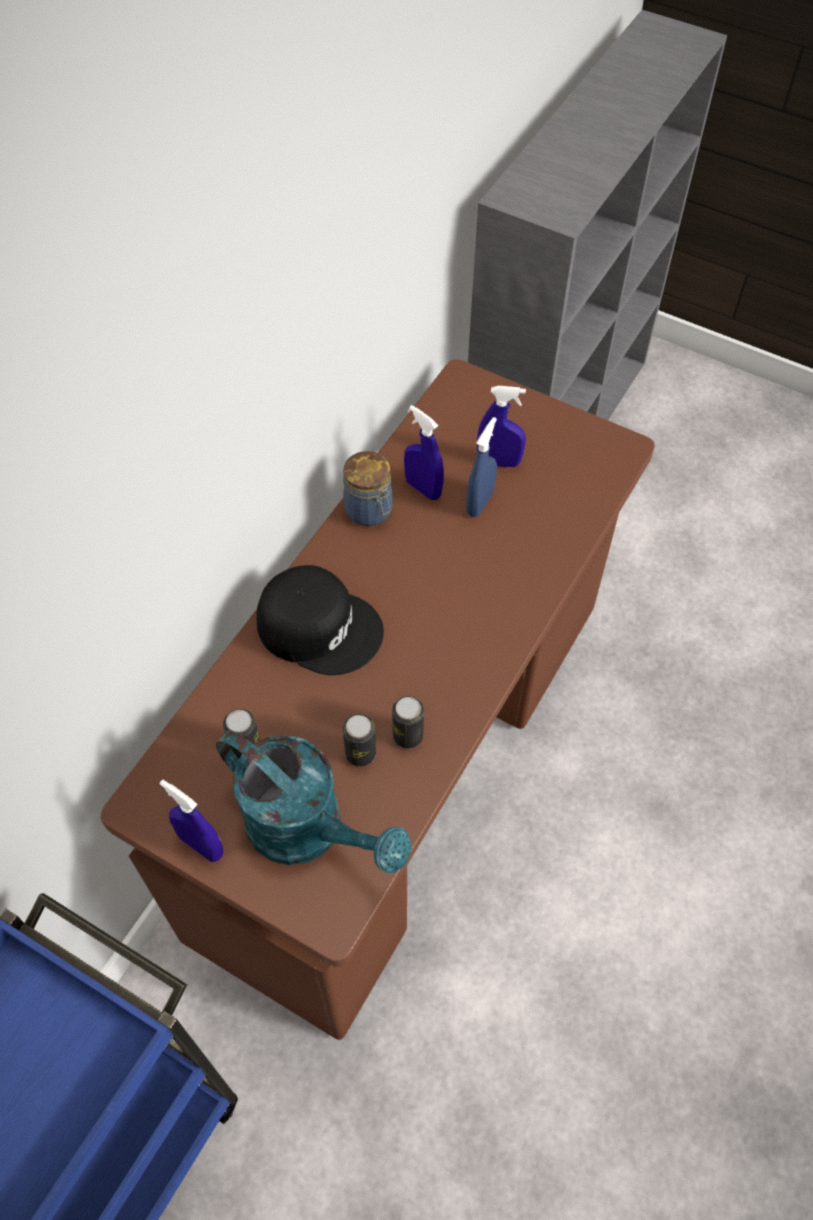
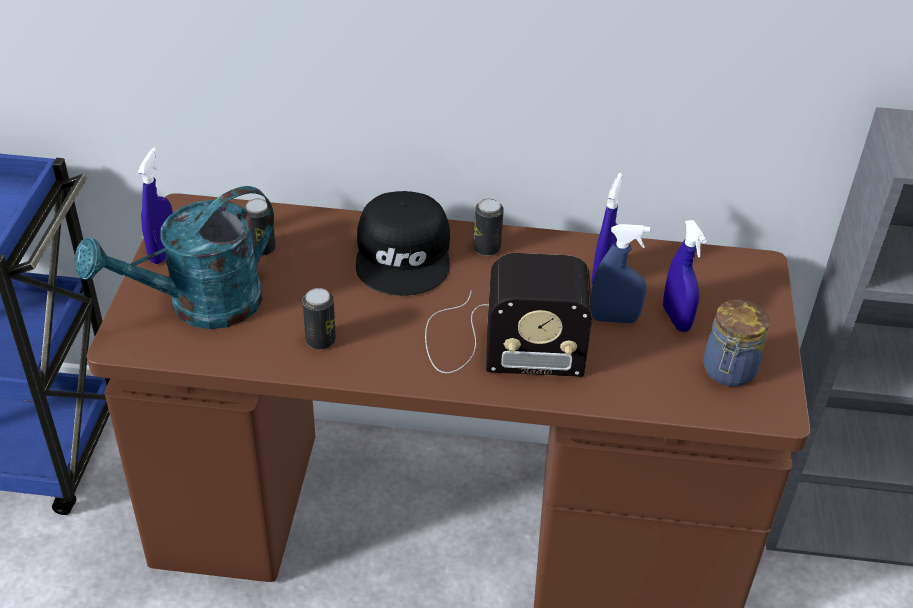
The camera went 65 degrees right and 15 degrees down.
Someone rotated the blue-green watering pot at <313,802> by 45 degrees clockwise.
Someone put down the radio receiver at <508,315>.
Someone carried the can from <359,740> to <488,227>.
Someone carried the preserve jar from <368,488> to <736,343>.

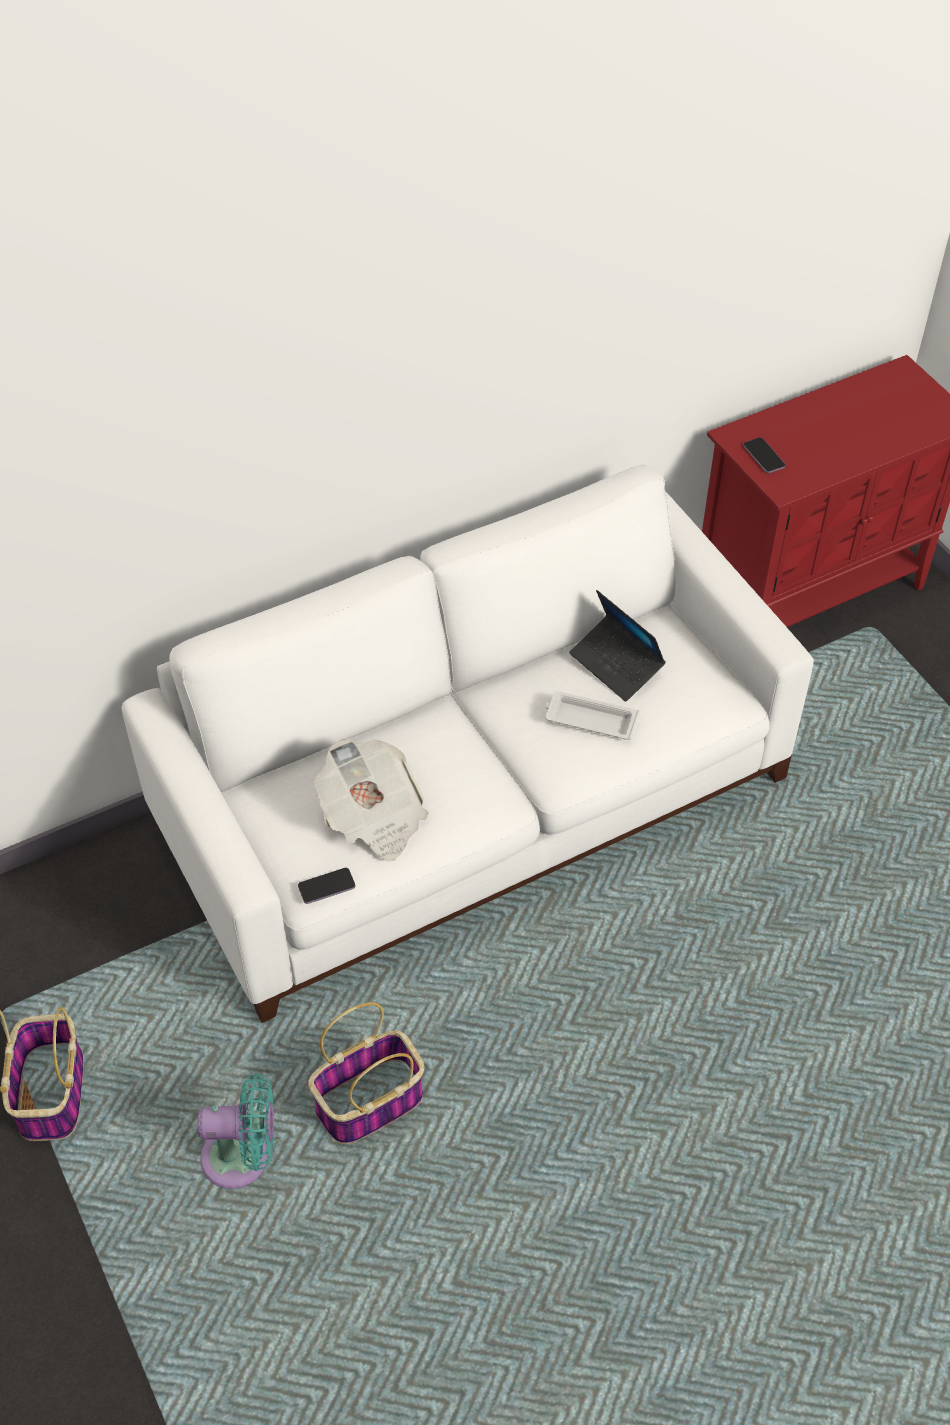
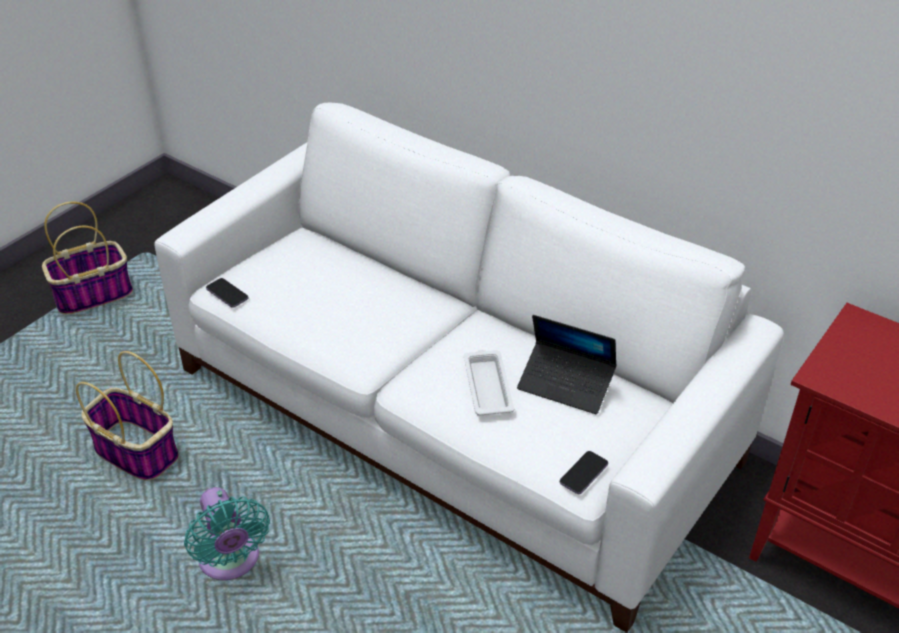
The camera went 65 degrees right and 10 degrees down.
Someone carried the blue-green electric fan from <236,1131> to <227,533>.
Someone rotated the laptop at <617,646> by 90 degrees counterclockwise.
Someone carried the handset from <764,455> to <584,472>.
Someone took away the printed paper at <371,800>.

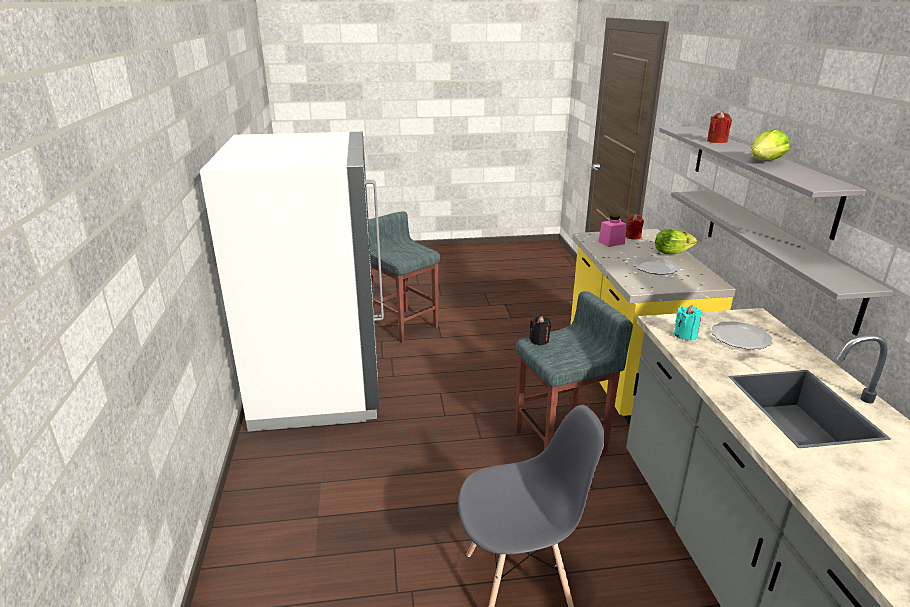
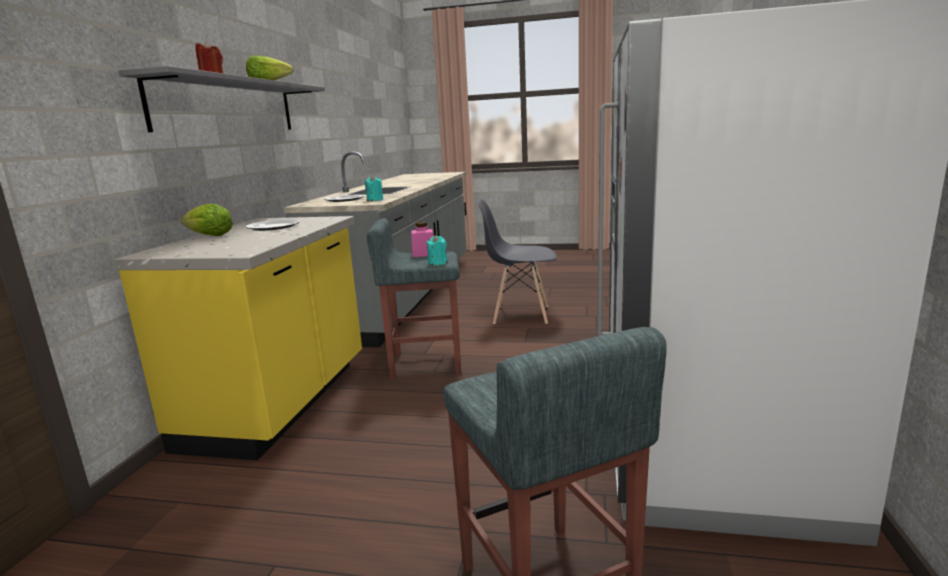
The camera went 160 degrees left and 10 degrees down.
Someone carried the pinkish preserve jar from <612,230> to <422,239>.
Someone repainted the blackish wax light at <540,330>, which became the blue-green wax light at <436,251>.
Someone took away the red wax light at <635,226>.
Someone took away the gray shelf at <782,263>.

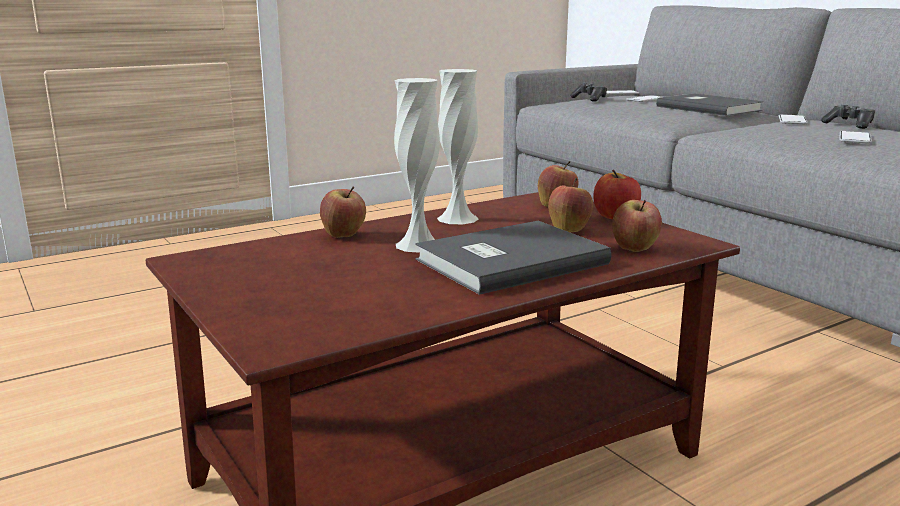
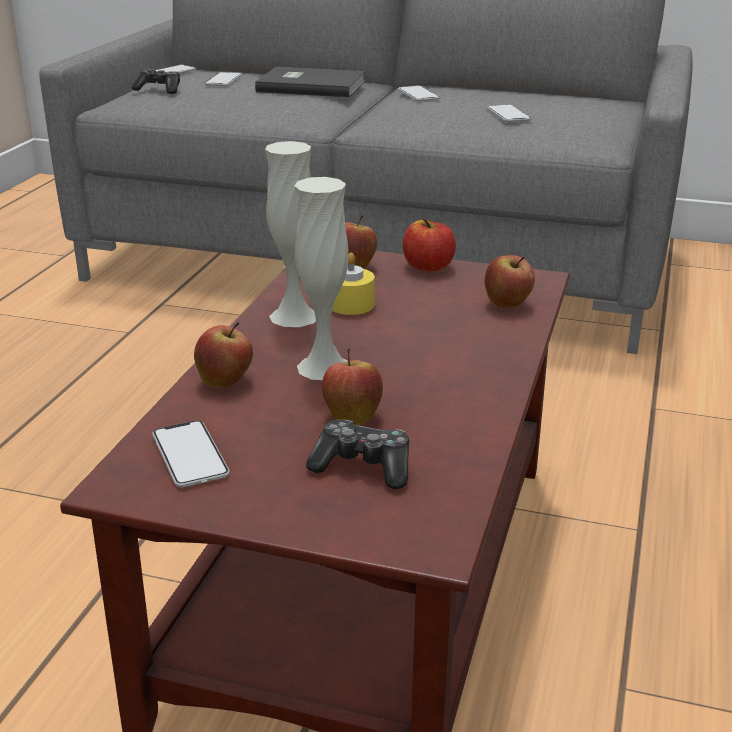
The camera went 40 degrees left and 10 degrees up.
Someone put down the handset at <191,453>.
Someone carried the gamepad from <848,116> to <357,454>.
Someone carried the apple from <570,205> to <352,386>.
Someone put down the yellowish wax light at <353,284>.
Someone took away the gray bound book at <513,258>.

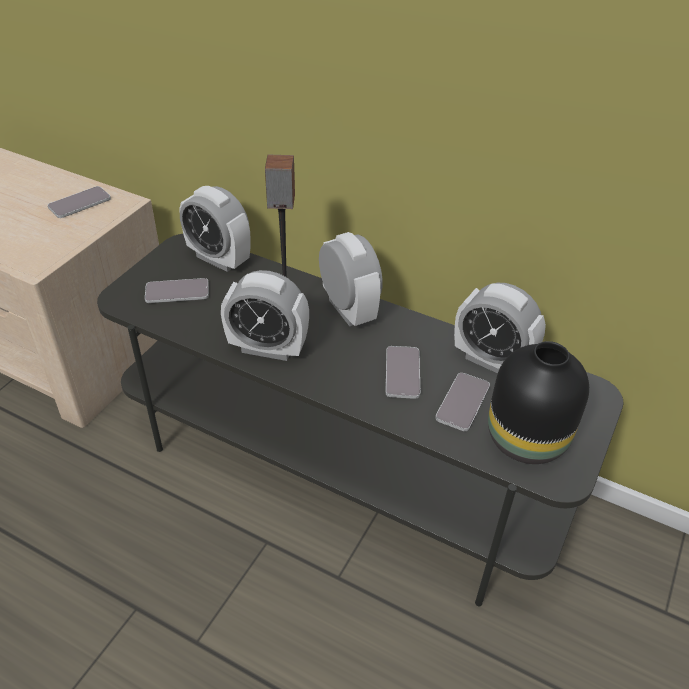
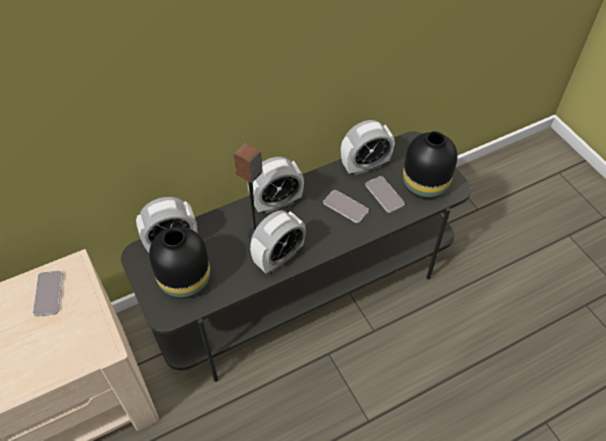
The camera went 55 degrees left and 10 degrees up.
Someone swapped the handset at <177,290> for the blackish flower vase at <179,262>.
Someone rotated the alarm clock at <351,279> by 150 degrees clockwise.

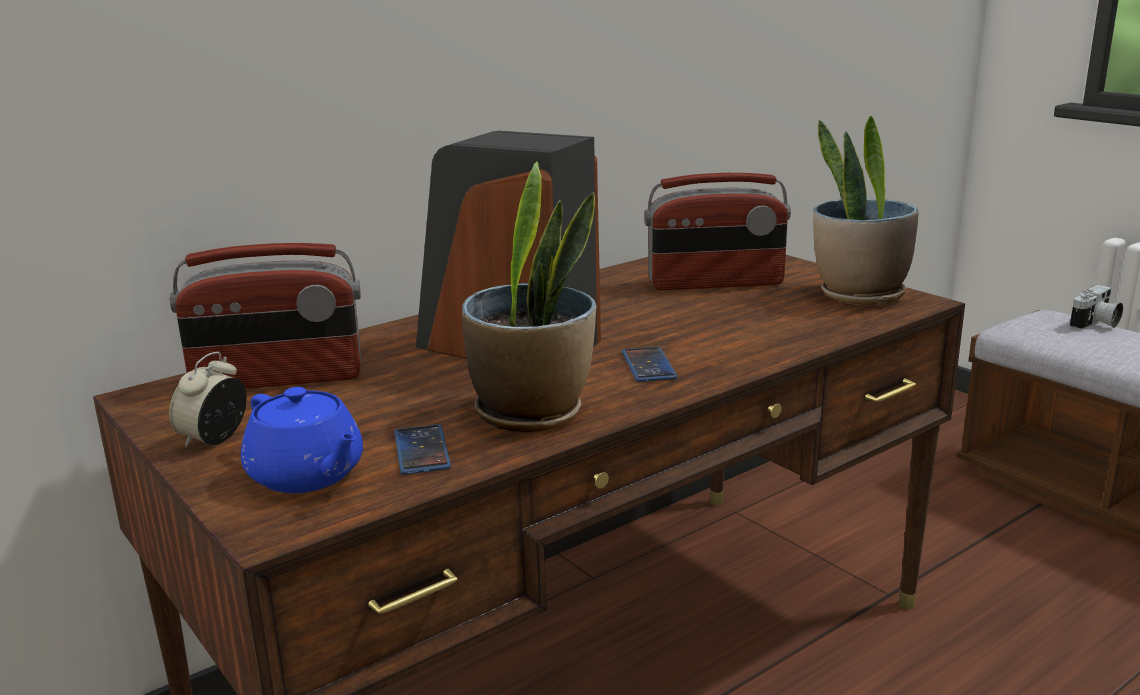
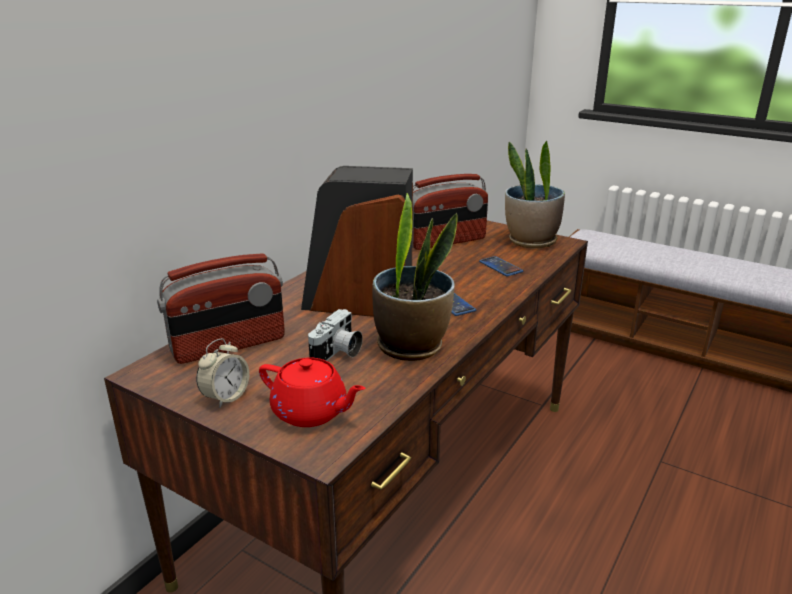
The camera went 20 degrees left and 5 degrees up.
Someone rotated the alarm clock at <208,399> by 150 degrees counterclockwise.
Someone repainted the bluish teapot at <302,440>, which became the red teapot at <312,392>.
Someone carried the photo camera from <1096,307> to <335,335>.
Someone carried the handset from <422,449> to <501,266>.

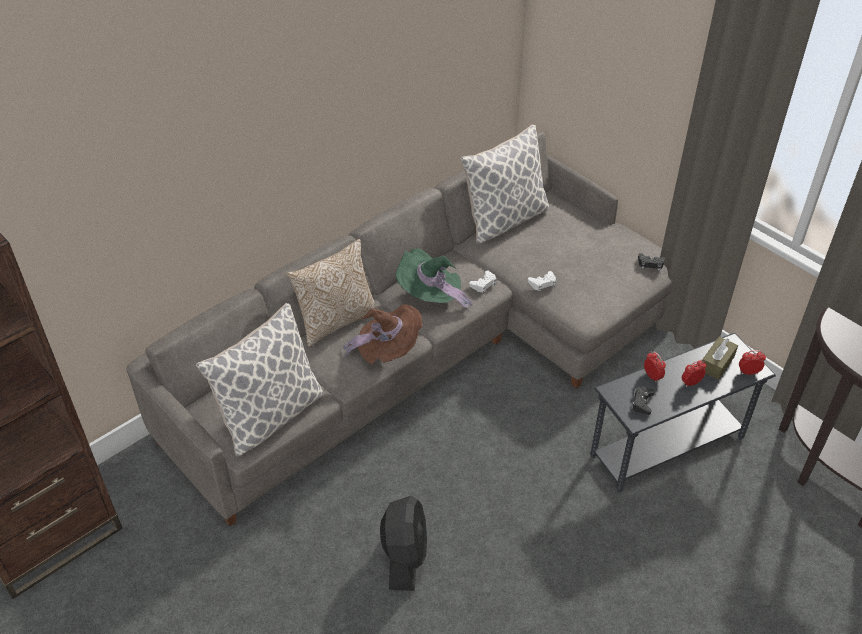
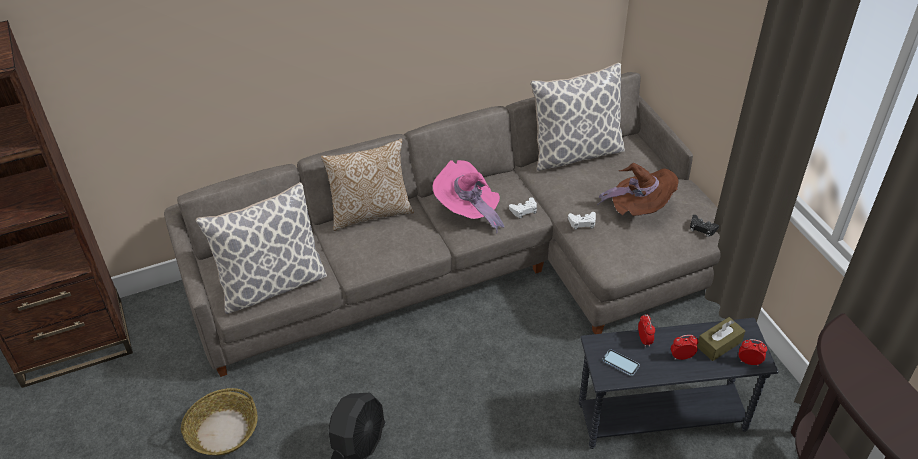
The camera went 20 degrees right and 0 degrees up.
Someone put down the household basket at <219,421>.
Someone repainted the green-coloured wearable hat at <434,280>, which became the pinkish wearable hat at <469,197>.
Someone carried the brownish wearable hat from <383,334> to <638,189>.
Someone swapped the blackish gamepad at <643,401> for the handset at <621,362>.

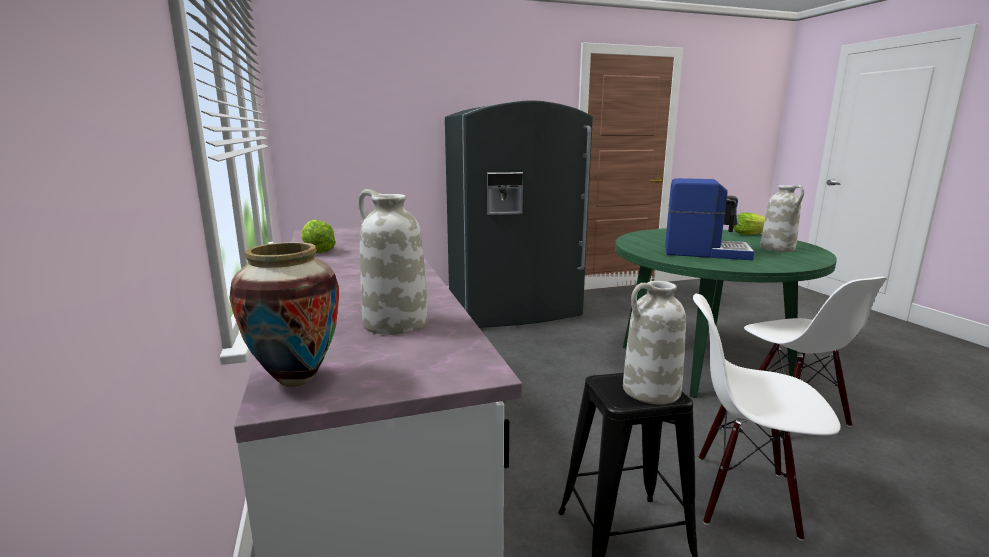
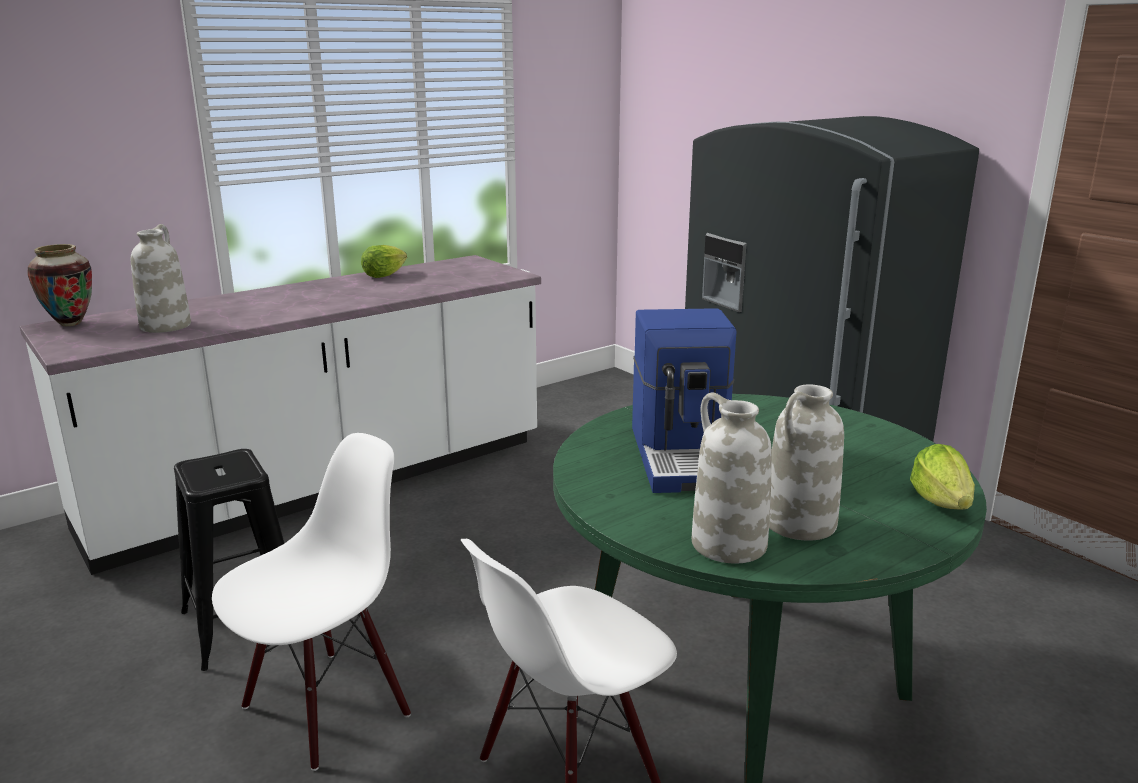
The camera went 70 degrees right and 5 degrees up.
Someone rotated the white-coloured plain chair at <766,417> by 45 degrees clockwise.
Someone carried the white-coloured flower vase from <654,342> to <732,478>.

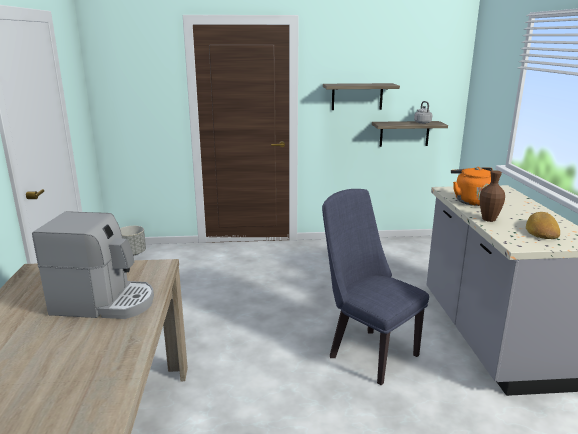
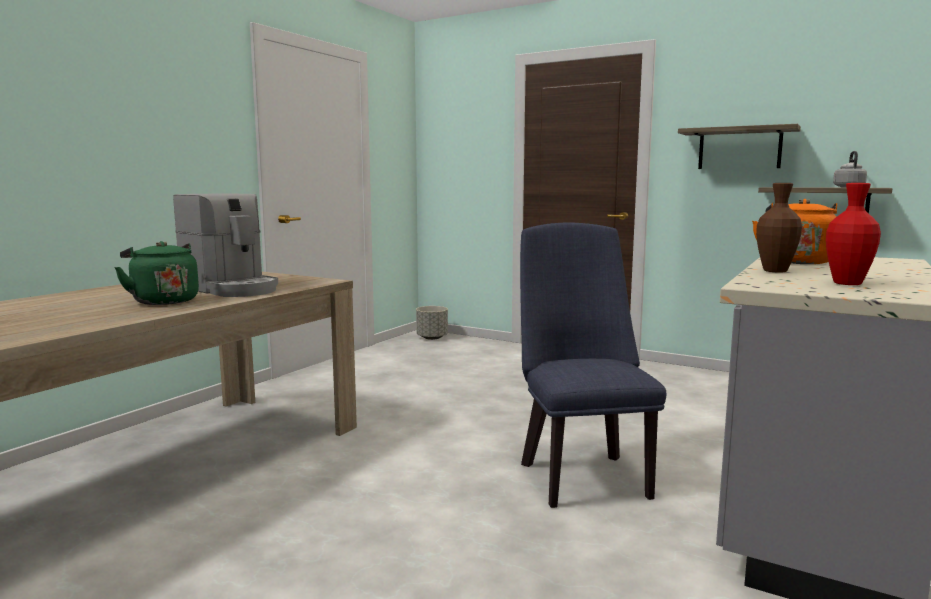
The camera went 35 degrees right and 10 degrees down.
Someone put down the green-coloured kettle at <156,273>.
Someone swapped the bakery bread at <543,225> for the red flower vase at <853,234>.

